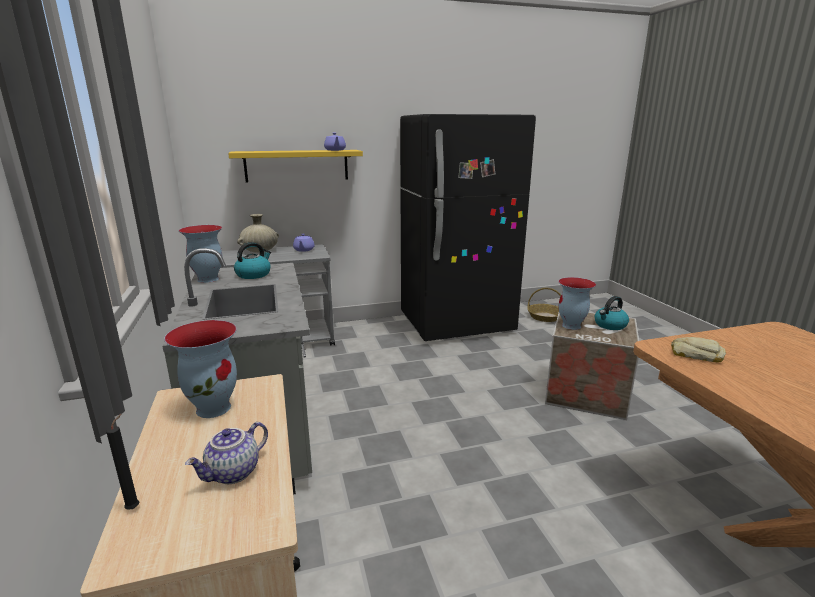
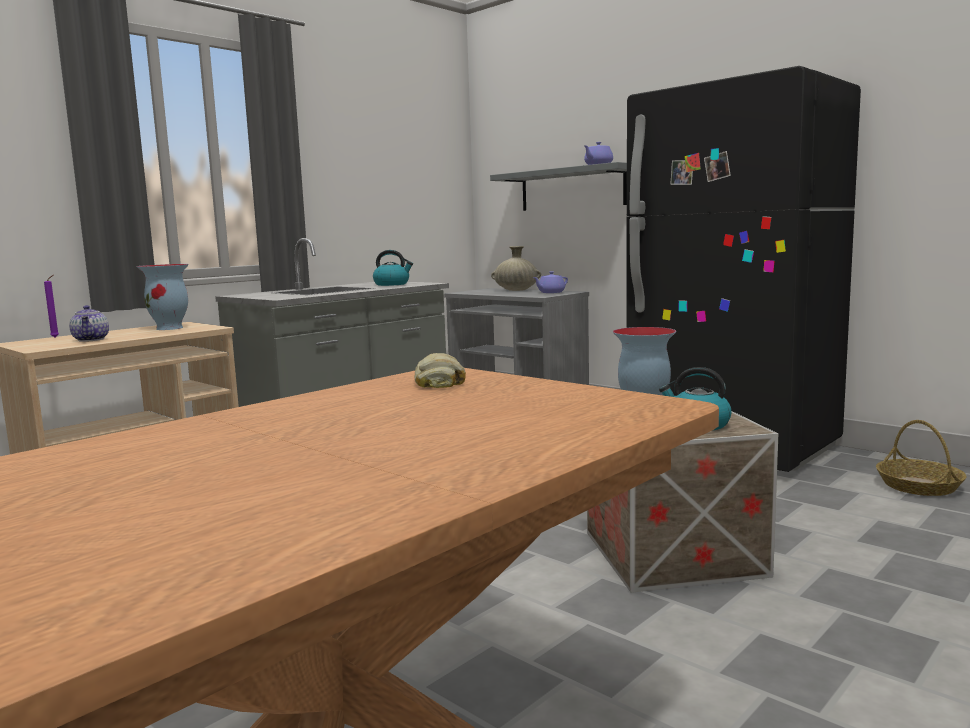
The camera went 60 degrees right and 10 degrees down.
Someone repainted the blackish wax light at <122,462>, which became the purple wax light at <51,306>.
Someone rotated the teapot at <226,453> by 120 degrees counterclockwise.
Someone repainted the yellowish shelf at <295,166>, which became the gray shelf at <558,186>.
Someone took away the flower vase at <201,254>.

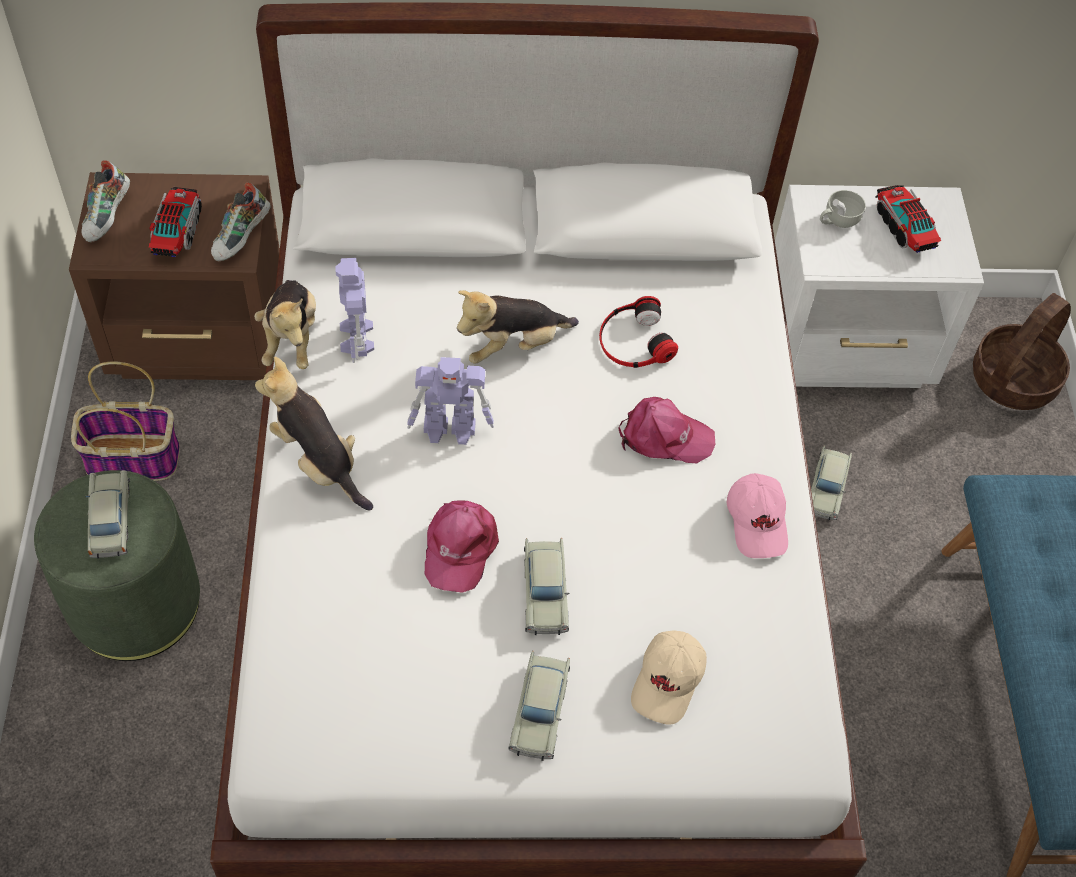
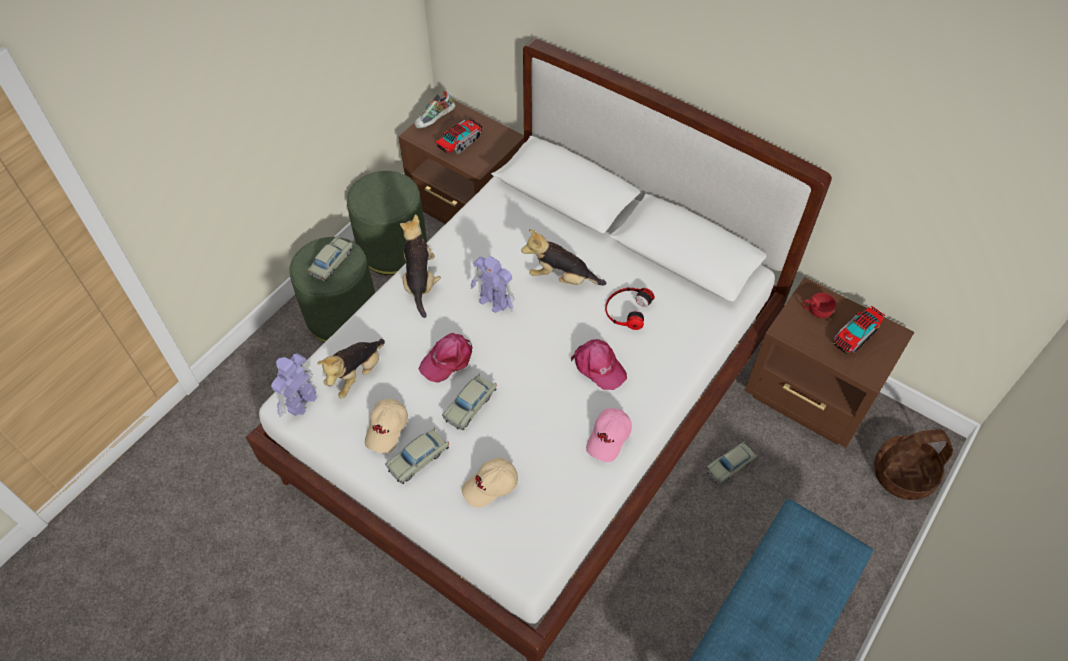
The camera went 40 degrees right and 0 degrees up.
Someone carried the model robot from <354,310> to <294,385>.
Someone carried the cuddly toy from <285,324> to <351,369>.
Someone swapped the household basket at <125,421> for the green-coloured pouffe at <387,223>.
Someone put down the sand-coloured cap at <386,426>.
Someone repainted the white-coloured nightstand at <879,286>, which became the brownish nightstand at <829,362>.
Someone repainted the white-coloured drinking cup at <843,209>, which became the red drinking cup at <819,305>.
Someone rotated the toy lorry at <908,219> by 150 degrees counterclockwise.
Someone took away the item of footwear at <241,221>.

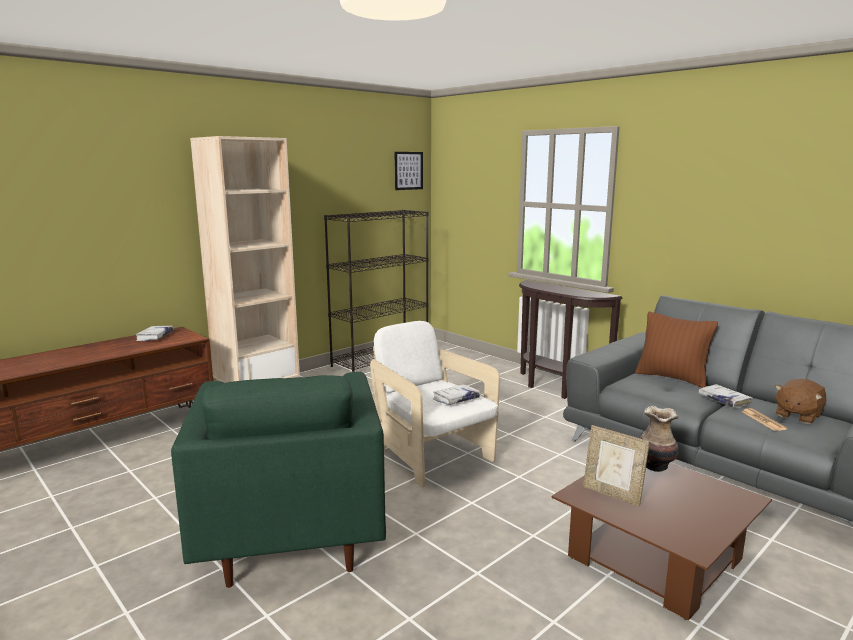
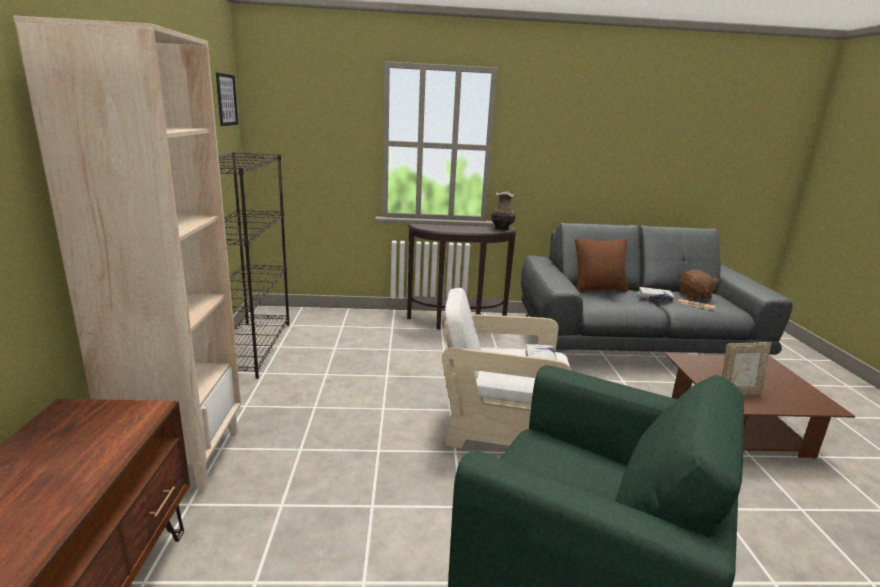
The camera went 50 degrees left and 5 degrees up.
Someone carried the flower vase from <659,439> to <503,211>.
Someone took away the white-coloured bound book at <154,333>.

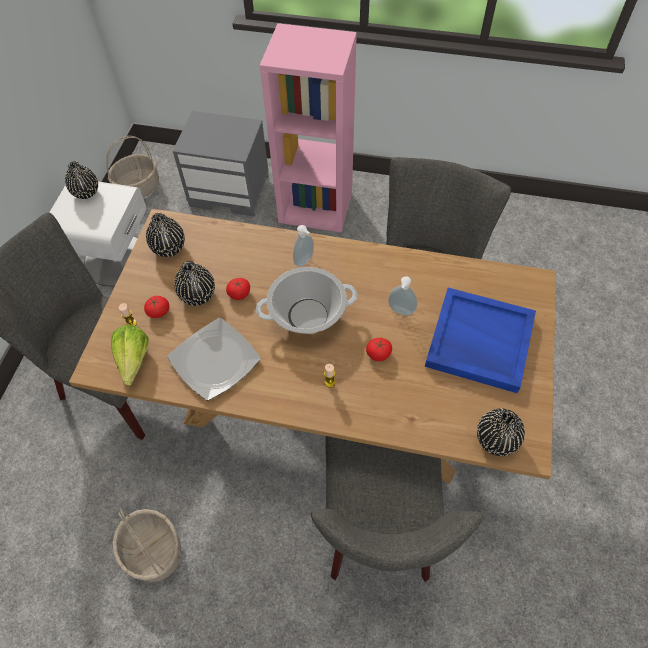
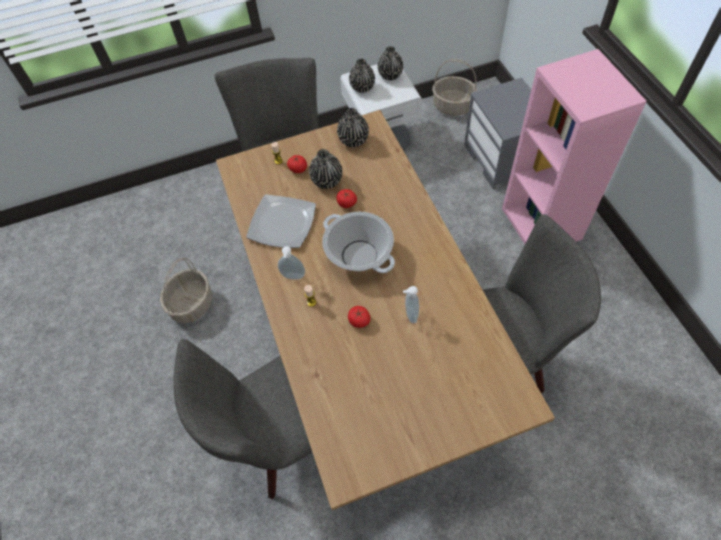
The camera went 60 degrees right and 0 degrees up.
Someone carried the soap dispenser from <303,246> to <291,263>.
Someone carried the blackish flower vase from <501,432> to <362,76>.
Someone took away the lettuce head at <130,355>.
Someone took away the bluish carrying tray at <480,340>.

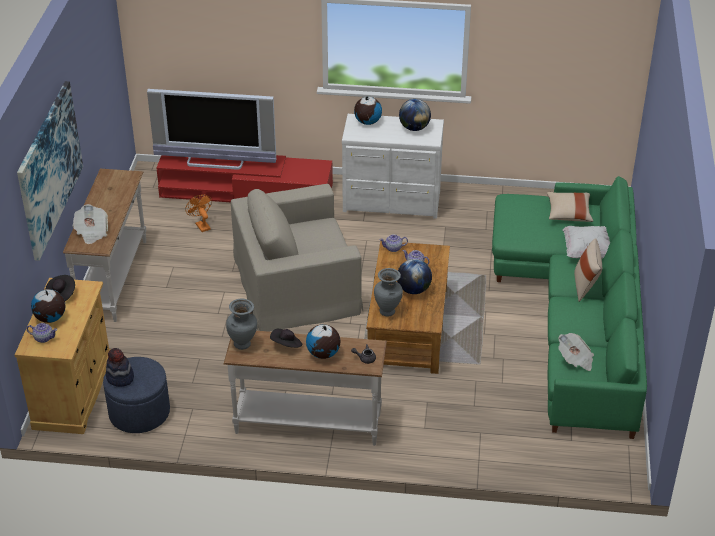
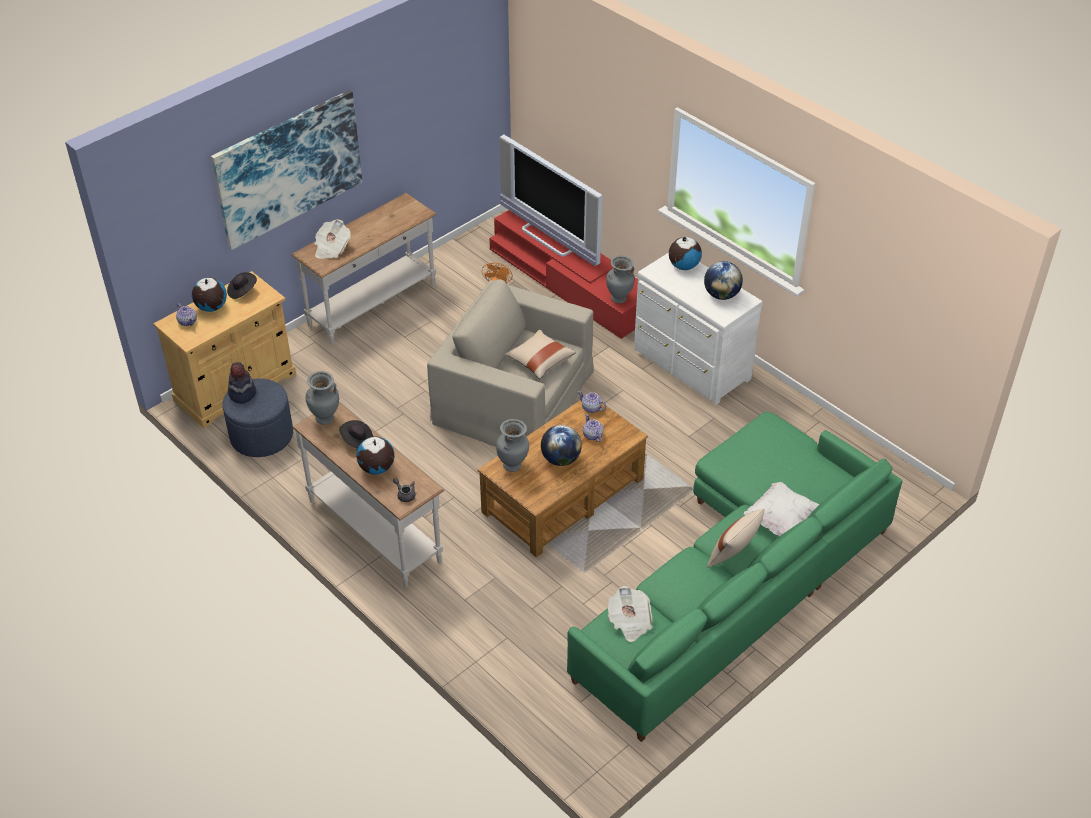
The camera went 40 degrees right and 5 degrees up.
Someone carried the sand-coloured cushion from <570,207> to <540,354>.
Someone put down the gray flower vase at <620,279>.

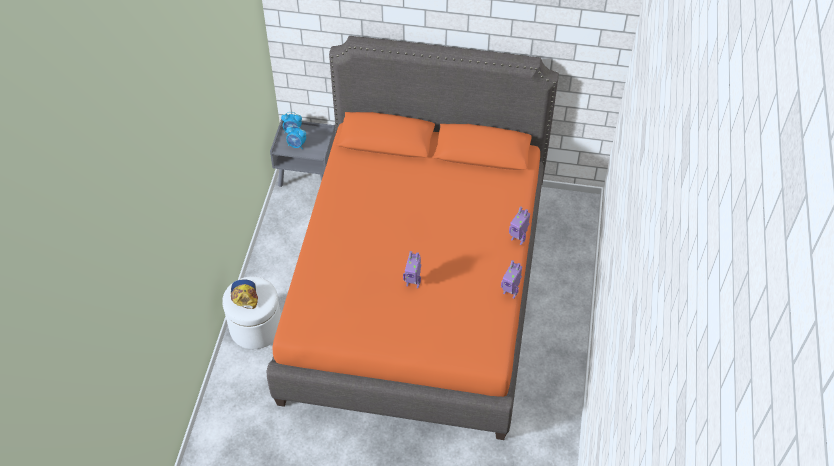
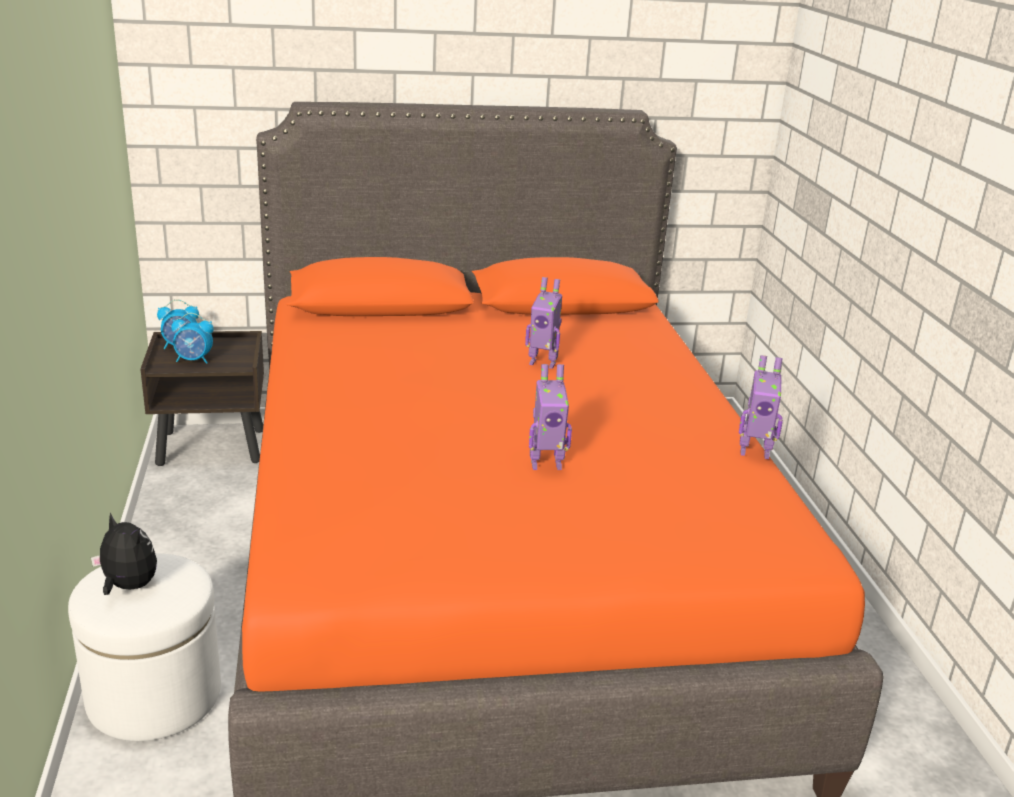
The camera went 20 degrees left and 25 degrees down.
Someone swapped the cap at <244,294> for the cuddly toy at <124,554>.
Someone repainted the gray nightstand at <303,153>, which became the brownish nightstand at <202,398>.
Someone carried the model robot from <519,225> to <543,323>.

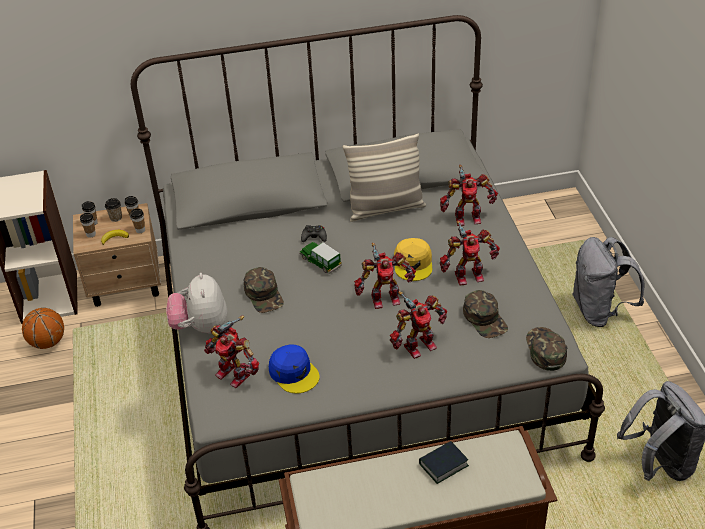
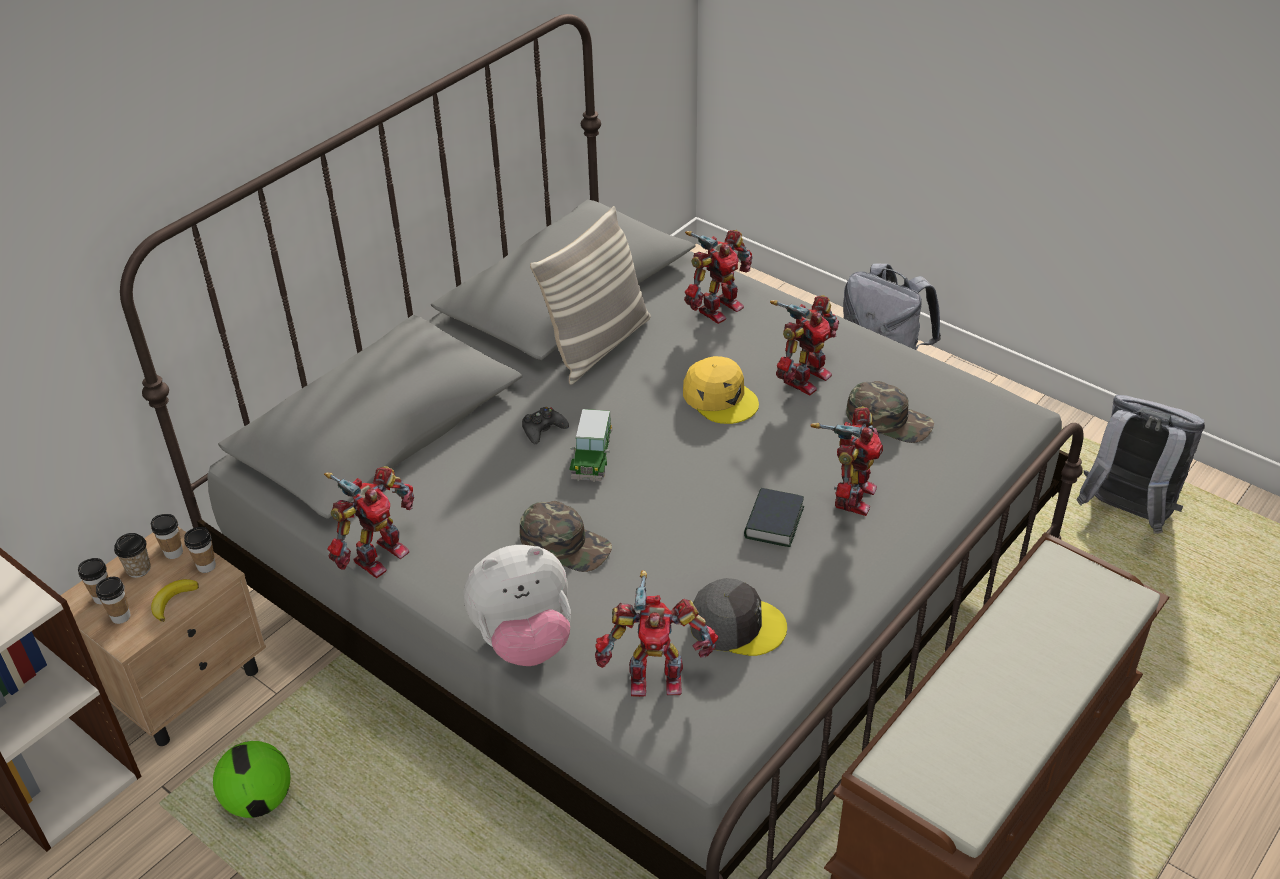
The camera went 40 degrees left and 0 degrees up.
Someone put down the football at <252,779>.
Someone carried the model robot from <385,276> to <369,522>.
Someone rotated the cuddly toy at <196,303> by 60 degrees counterclockwise.
Someone rotated the model car at <320,258> by 90 degrees counterclockwise.
Someone repainted the bluish cap at <294,369>, which became the gray cap at <738,617>.
Someone carried the bound book from <444,462> to <774,517>.
Someone took away the basketball at <43,328>.
Someone took away the green-coloured cap at <546,349>.

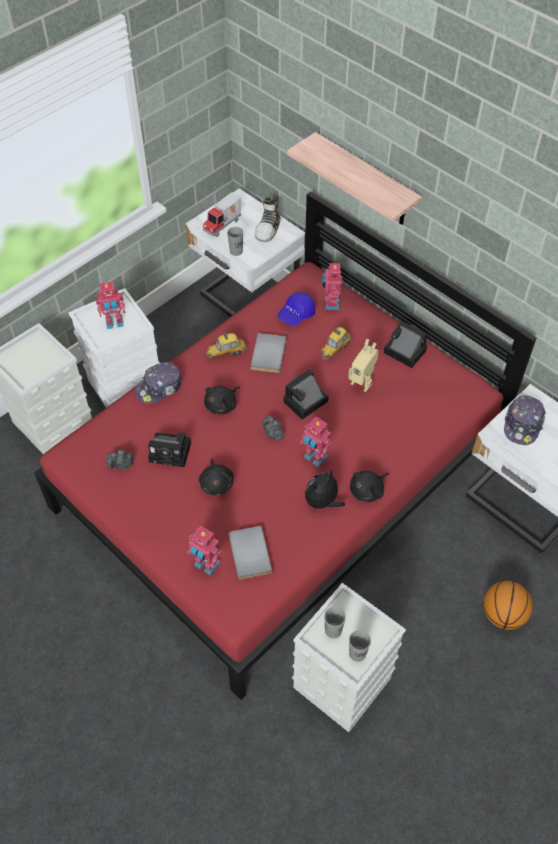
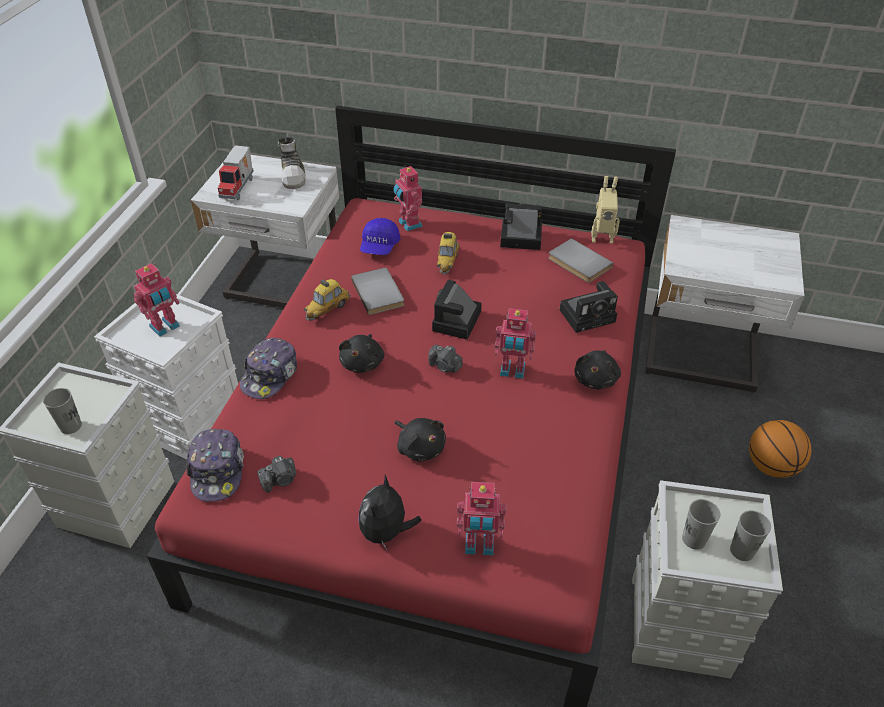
The camera went 30 degrees left and 10 degrees down.
Someone carried the gray drinking cup from <235,241> to <62,411>.
Someone carried the cap from <525,420> to <215,465>.
Someone carried the cuddly toy from <325,491> to <390,513>.
Someone carried the gray bound book from <250,553> to <580,260>.
Someone carried the photo camera from <169,449> to <589,307>.
Someone carried the model robot from <363,365> to <605,210>.
Someone took away the shelf at <354,178>.

